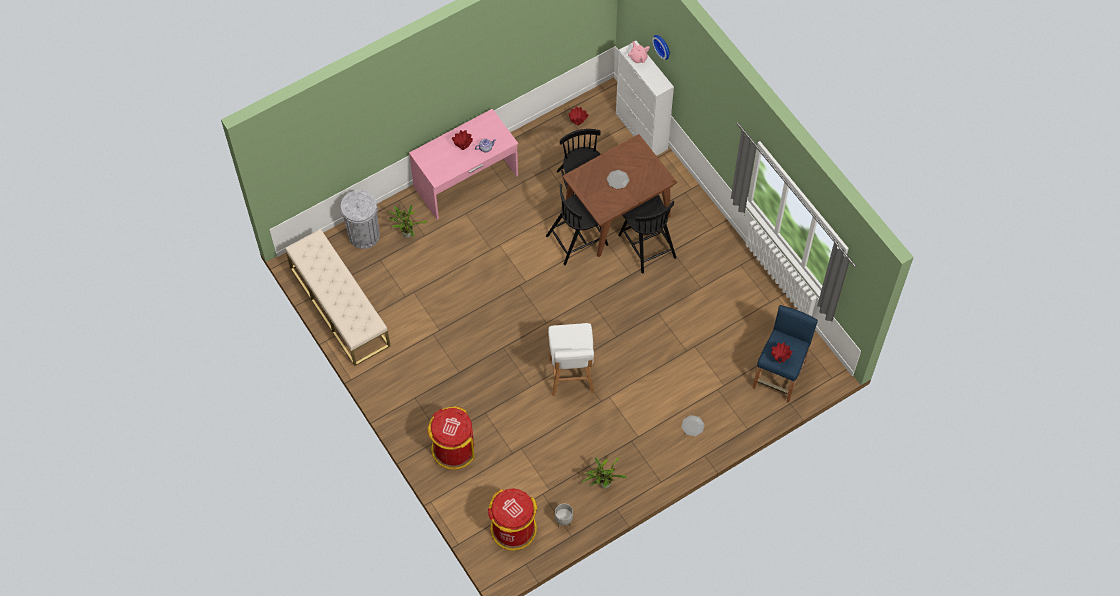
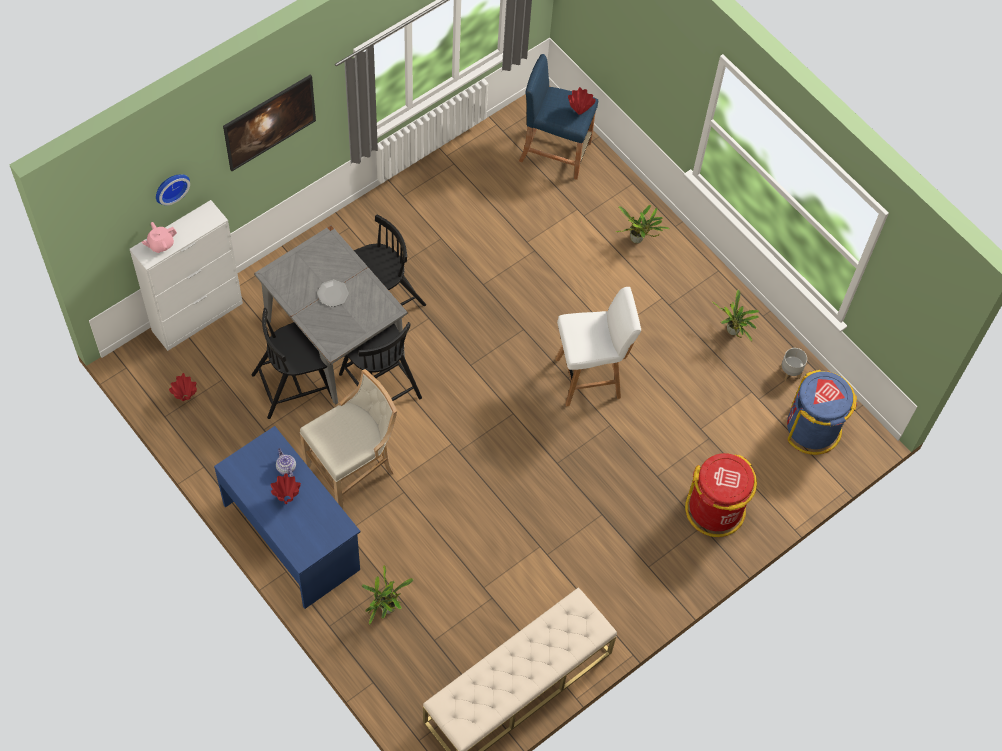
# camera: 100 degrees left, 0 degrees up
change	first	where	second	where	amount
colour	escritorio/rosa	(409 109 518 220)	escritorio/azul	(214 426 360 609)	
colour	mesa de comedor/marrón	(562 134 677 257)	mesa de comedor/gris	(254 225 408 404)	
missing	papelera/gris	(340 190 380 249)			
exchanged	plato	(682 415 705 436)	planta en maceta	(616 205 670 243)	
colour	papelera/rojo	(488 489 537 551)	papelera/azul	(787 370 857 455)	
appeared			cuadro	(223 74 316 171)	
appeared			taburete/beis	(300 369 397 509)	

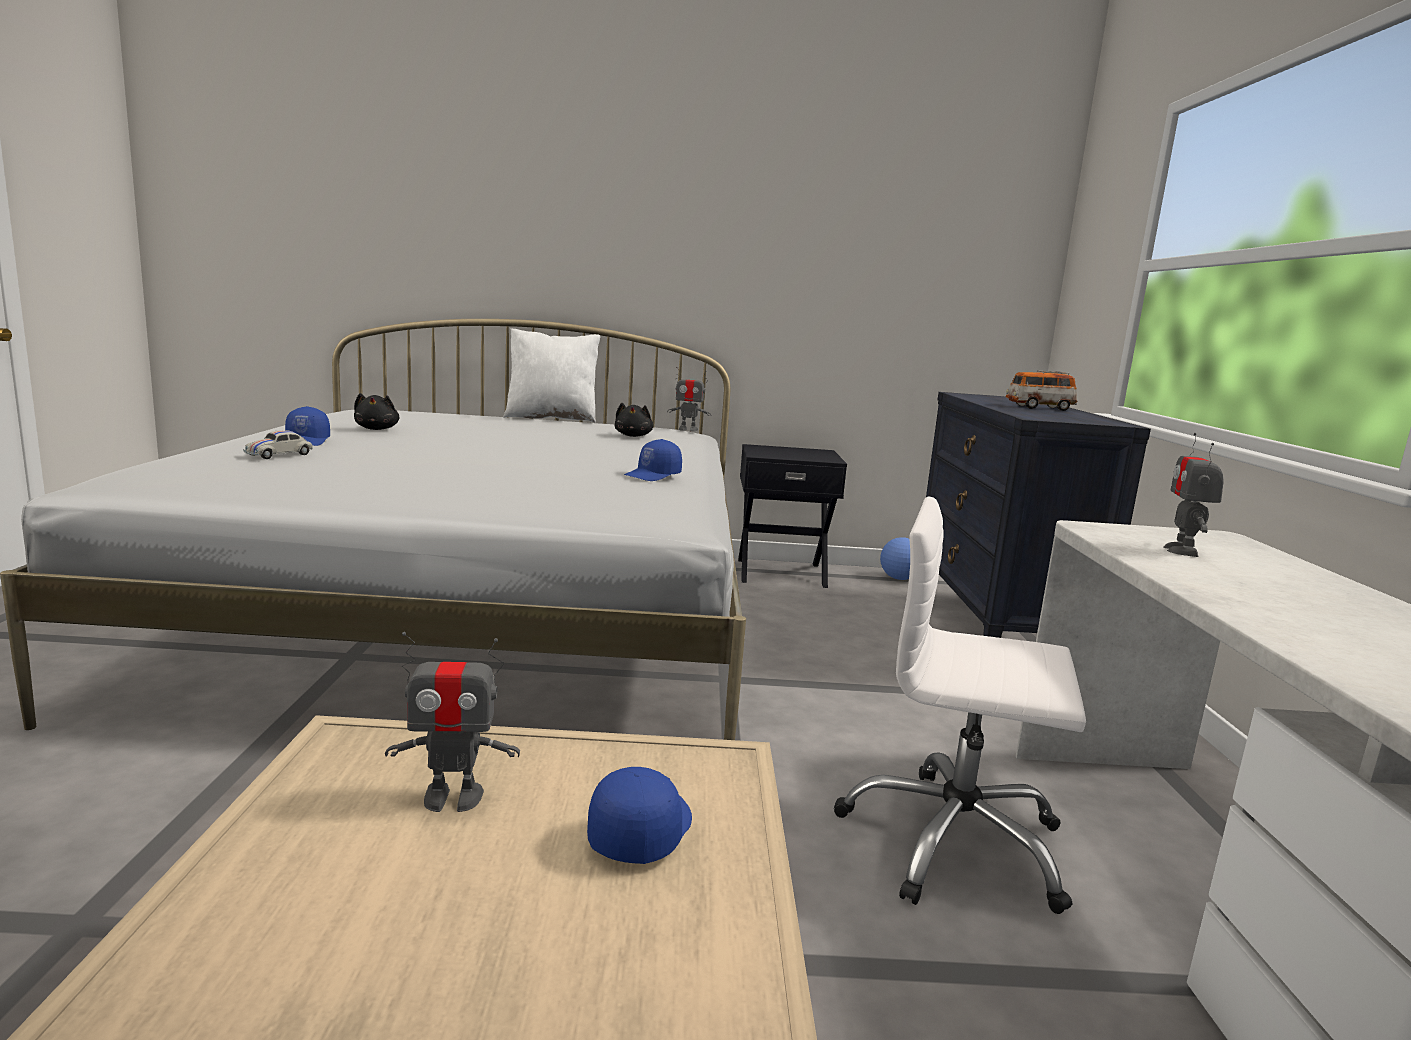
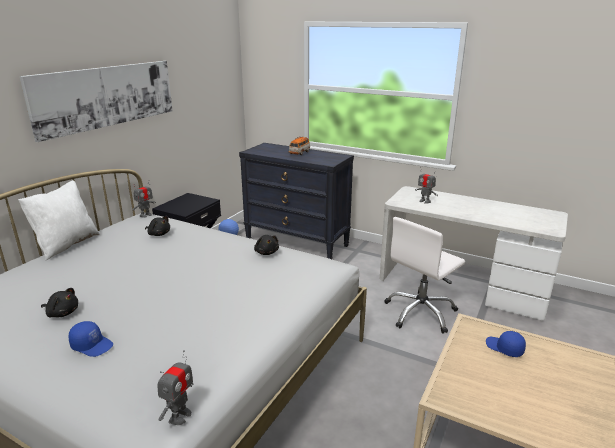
# camera: 60 degrees left, 10 degrees up
change	first	where	second	where	amount
missing	coche de juguete/blanco	(243 430 313 459)			
exchanged	gorra/azul	(624 439 682 481)	peluche/negro	(254 235 279 255)	
relocated	robot de juguete	(385 632 520 812)		(157 350 194 425)	
appeared			cuadro	(20 61 173 142)	

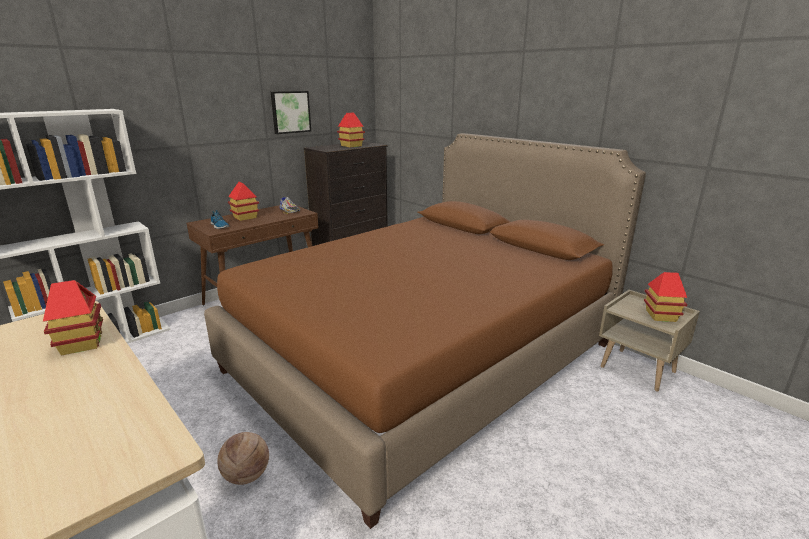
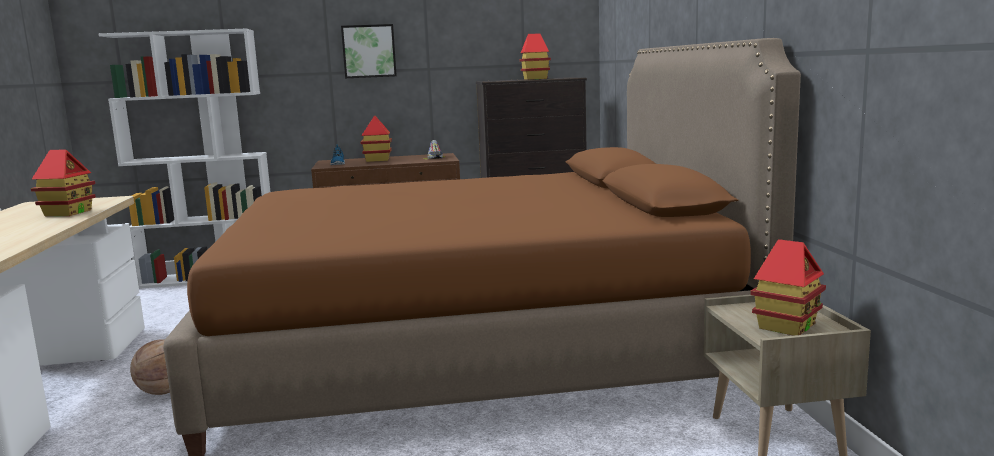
# camera: 35 degrees right, 10 degrees down
change	first	where	second	where	amount
relocated	cuadro	(271 91 311 134)		(341 24 397 78)	

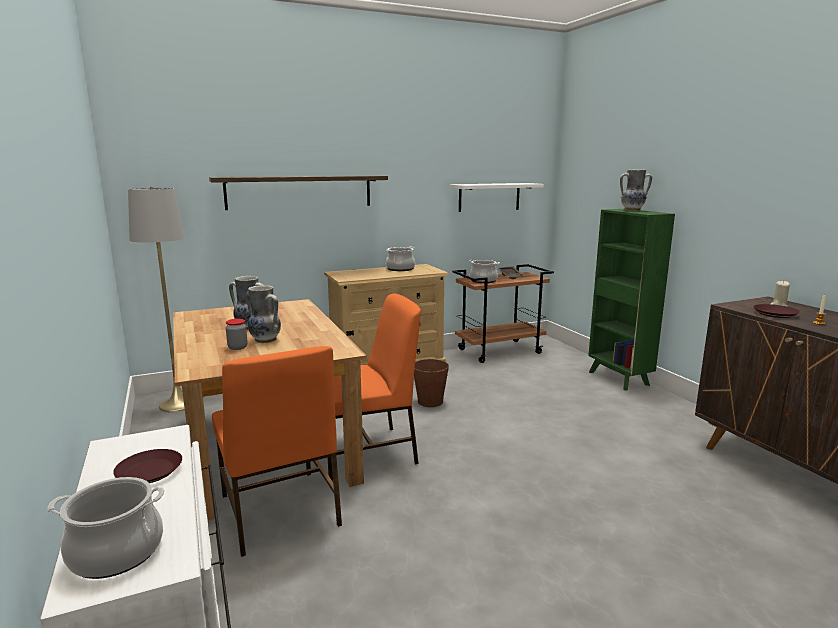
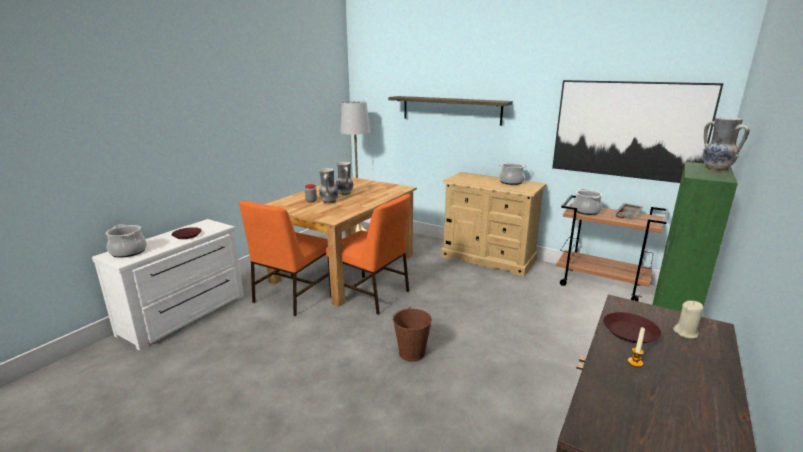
# camera: 55 degrees right, 5 degrees up
change	first	where	second	where	amount
exchanged	estante/blanco	(450 183 544 212)	cuadro	(552 80 724 183)	
relocated	cubo/marrón	(414 359 449 407)		(393 307 432 362)	

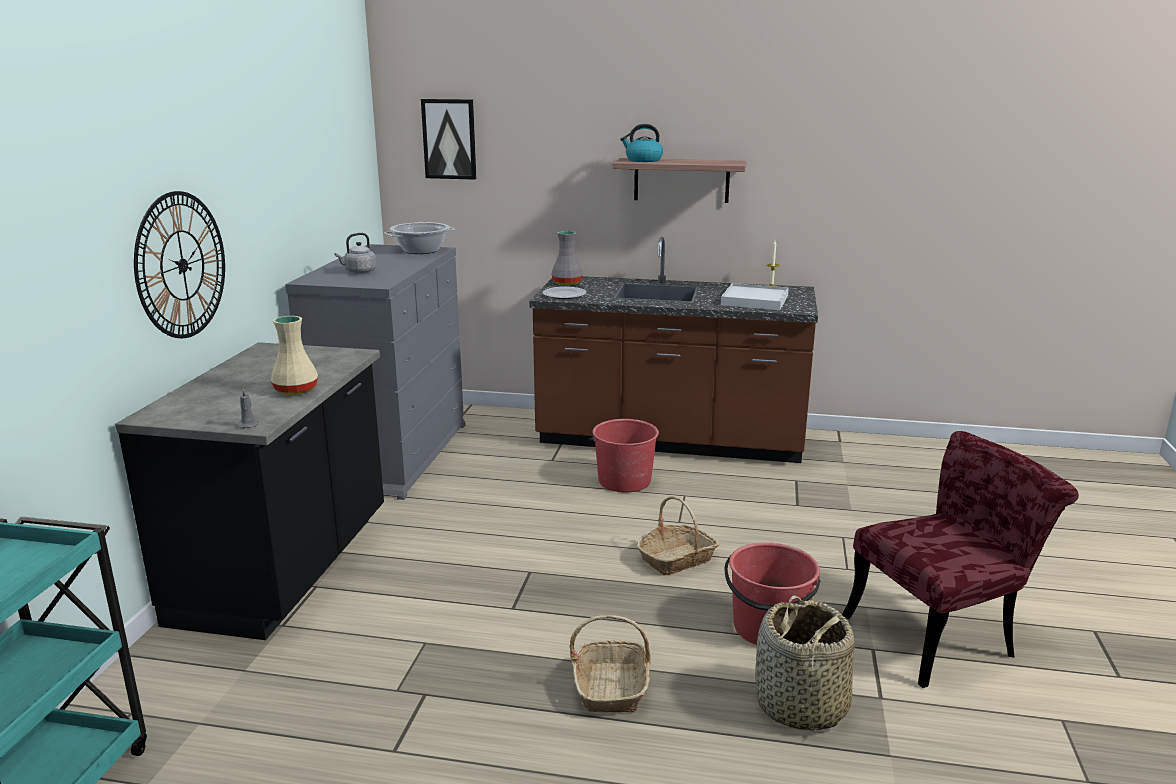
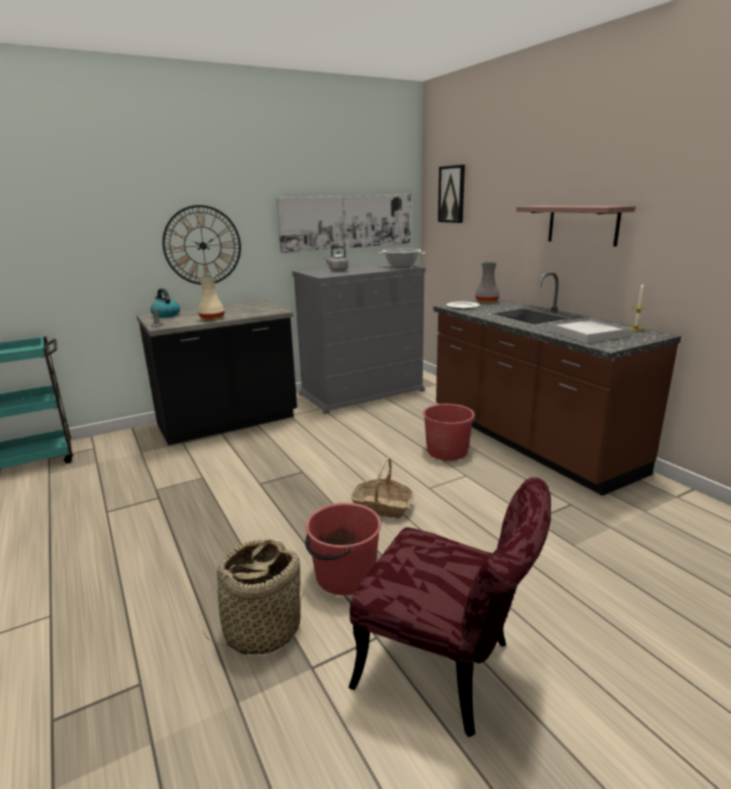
# camera: 50 degrees right, 0 degrees up
change	first	where	second	where	amount
relocated	hervidor	(620 124 663 162)		(150 288 180 318)	
missing	cesta	(569 615 651 713)			
appeared			cuadro	(276 194 411 253)	

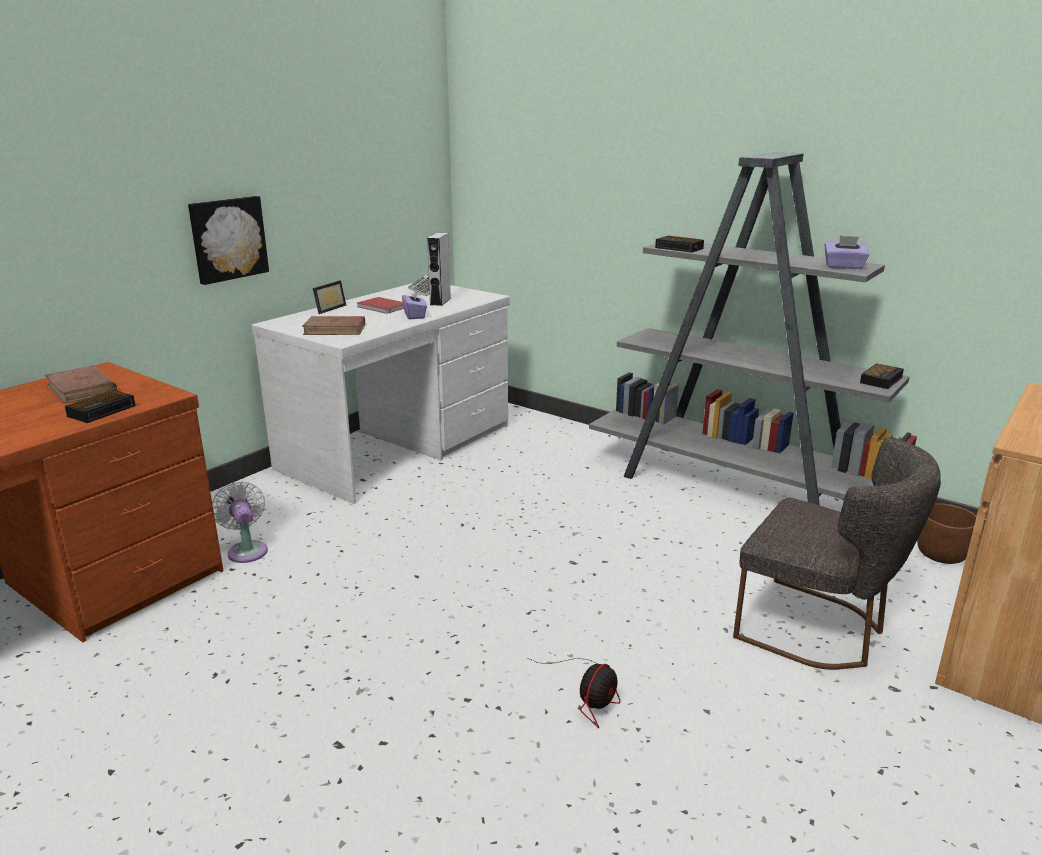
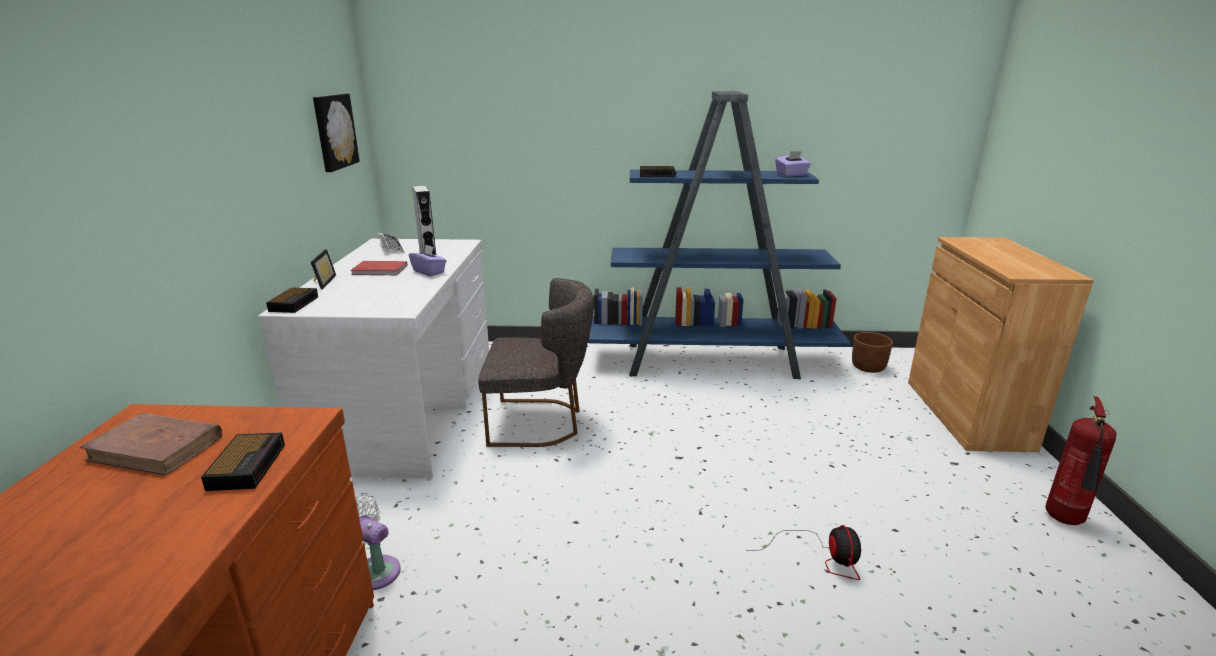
# camera: 35 degrees left, 0 degrees up
change	first	where	second	where	amount
colour	estantería/gris	(589 152 917 506)	estantería/azul	(589 91 851 379)	
relocated	cuadro	(188 196 269 285)		(313 94 360 172)	
missing	libro/marrón	(302 316 365 335)			
relocated	despertador	(860 363 904 389)		(266 288 318 313)	
relocated	silla/gris	(733 437 941 670)		(478 278 594 447)	
appeared			extintor	(1045 396 1116 525)	

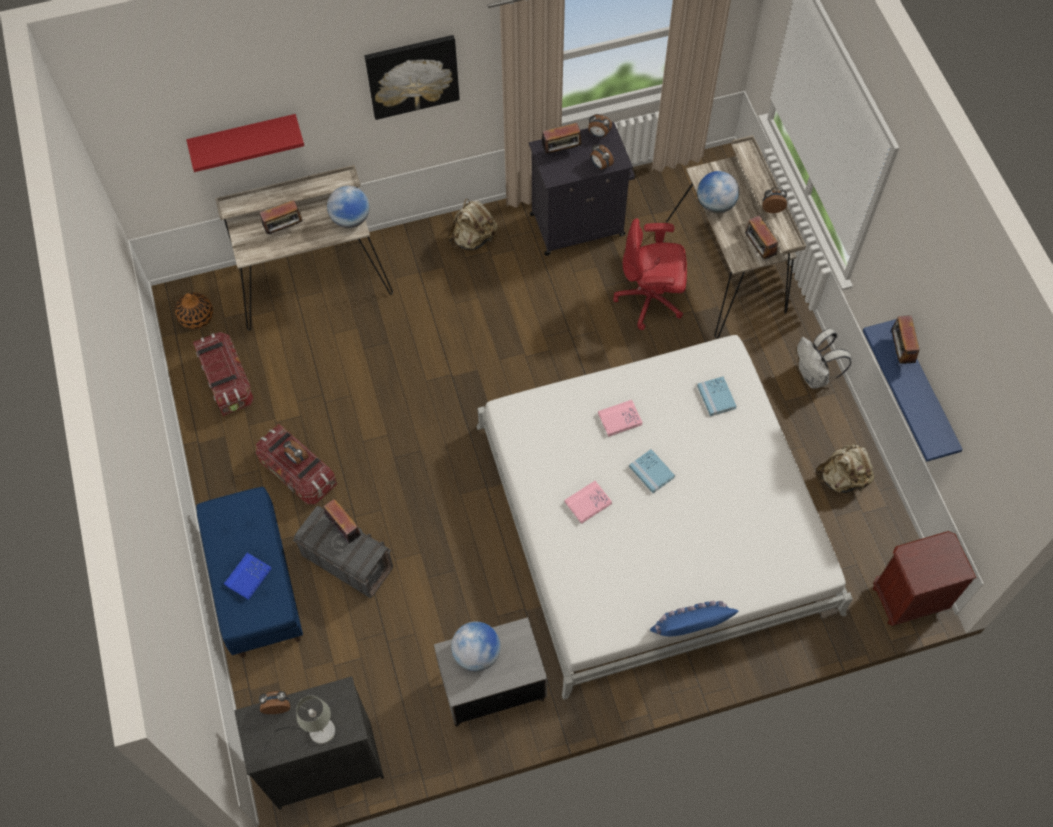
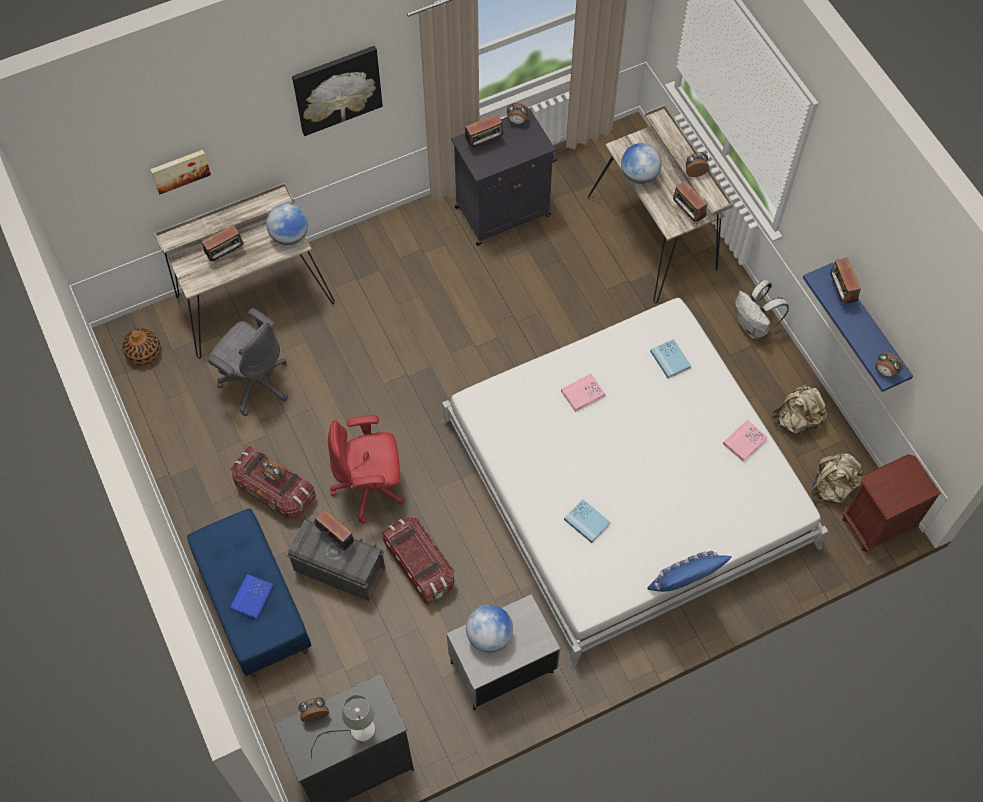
# camera: 10 degrees left, 0 degrees up
change	first	where	second	where	amount
exchanged	estante/rojo	(186 114 304 172)	cuadro	(150 150 211 194)	
relocated	despertador	(591 144 614 170)		(875 352 903 378)	
relocated	mochila/beis	(447 199 498 250)		(811 453 865 503)	
relocated	silla de oficina/rojo	(613 218 687 330)		(328 415 405 523)	
relocated	caja de almacenaje	(193 332 254 416)		(382 516 454 605)	
relocated	libro/azul	(629 449 675 493)		(564 499 610 543)	
relocated	libro/rosa	(565 481 612 524)		(723 420 768 462)	
appeared			silla de oficina/gris	(207 308 288 416)	

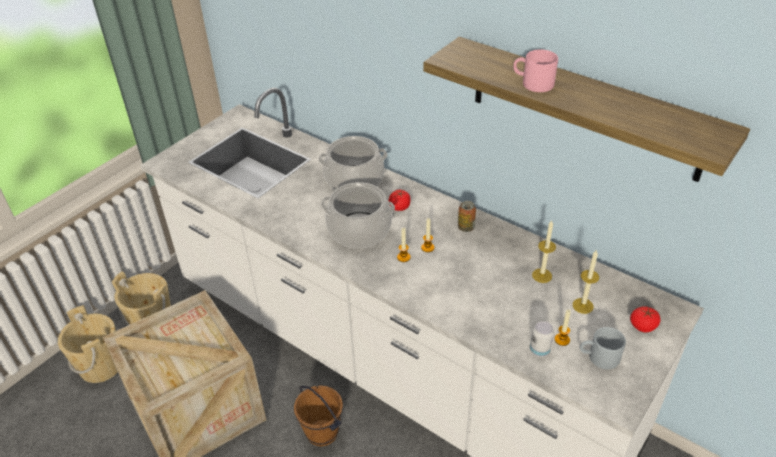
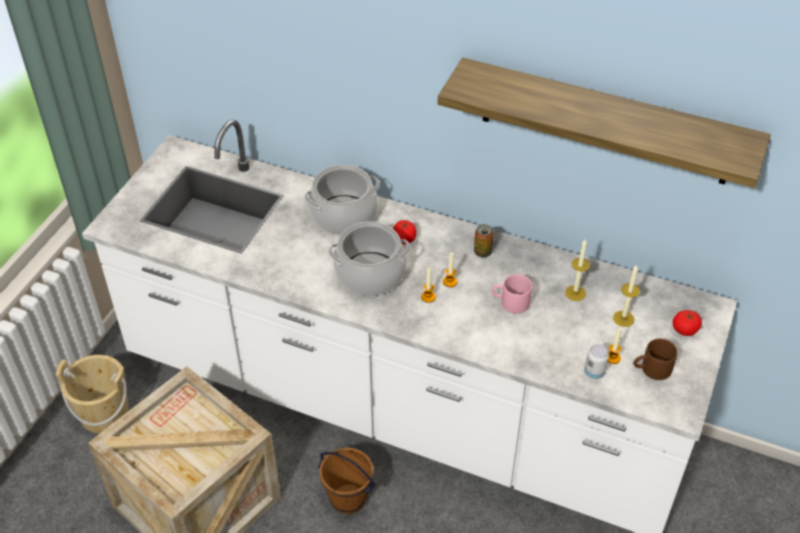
# camera: 15 degrees left, 5 degrees up
change	first	where	second	where	amount
relocated	taza grande/rosa	(513 49 558 92)		(491 274 532 314)	
missing	cubo/beis	(58 305 118 383)			
colour	taza grande/gris	(580 327 626 369)	taza grande/marrón	(633 338 678 380)	

